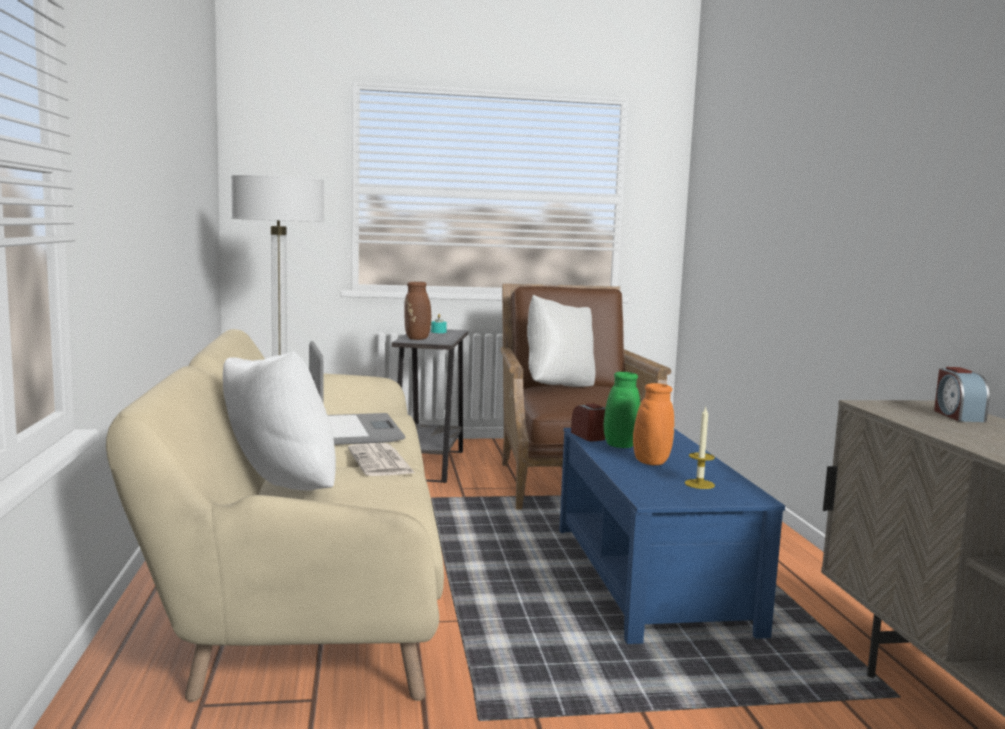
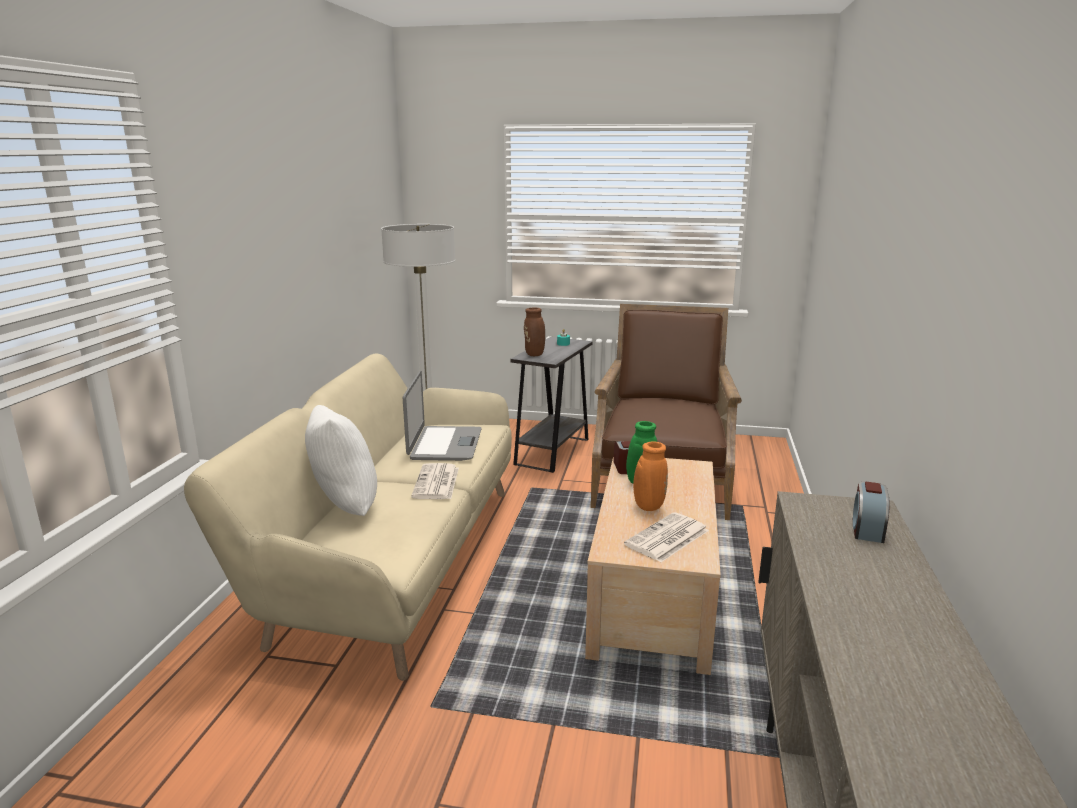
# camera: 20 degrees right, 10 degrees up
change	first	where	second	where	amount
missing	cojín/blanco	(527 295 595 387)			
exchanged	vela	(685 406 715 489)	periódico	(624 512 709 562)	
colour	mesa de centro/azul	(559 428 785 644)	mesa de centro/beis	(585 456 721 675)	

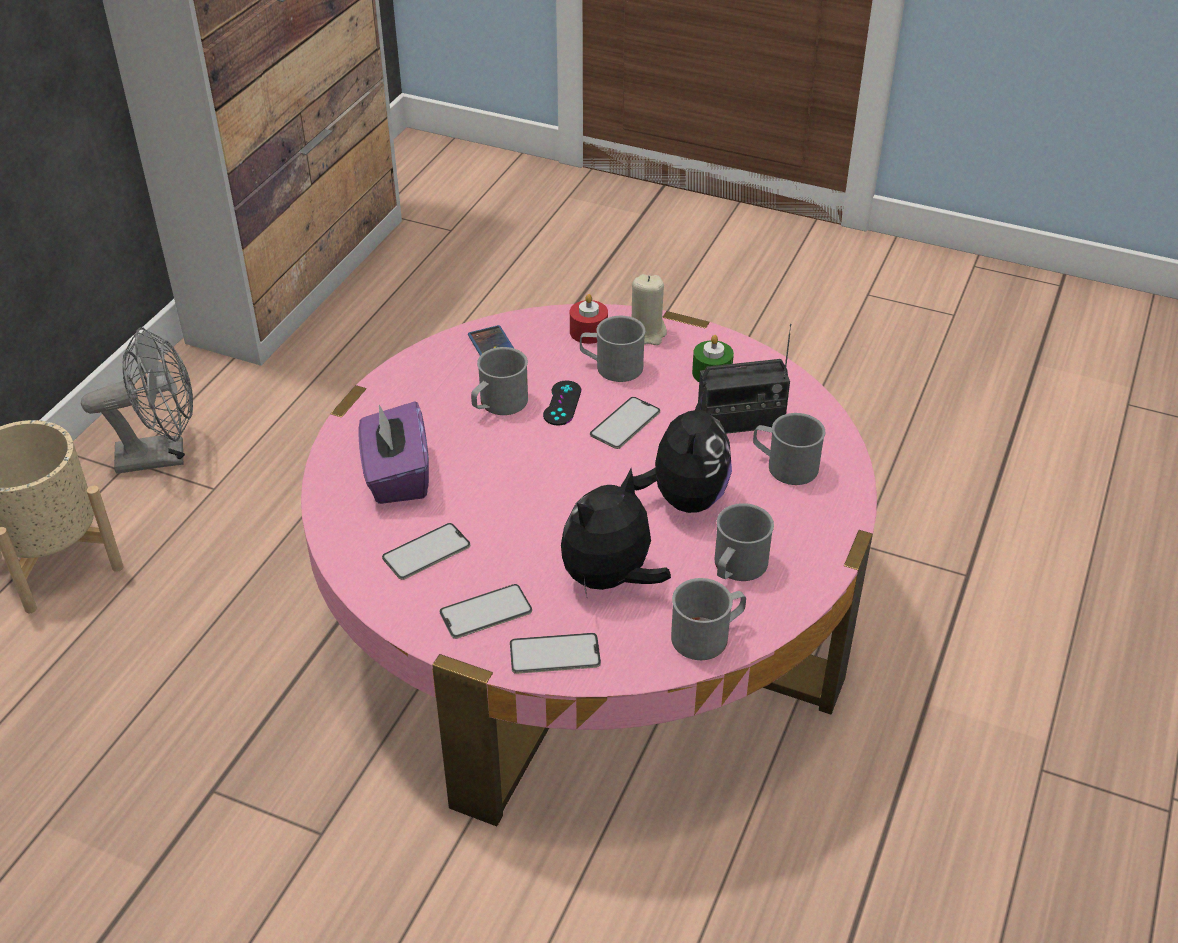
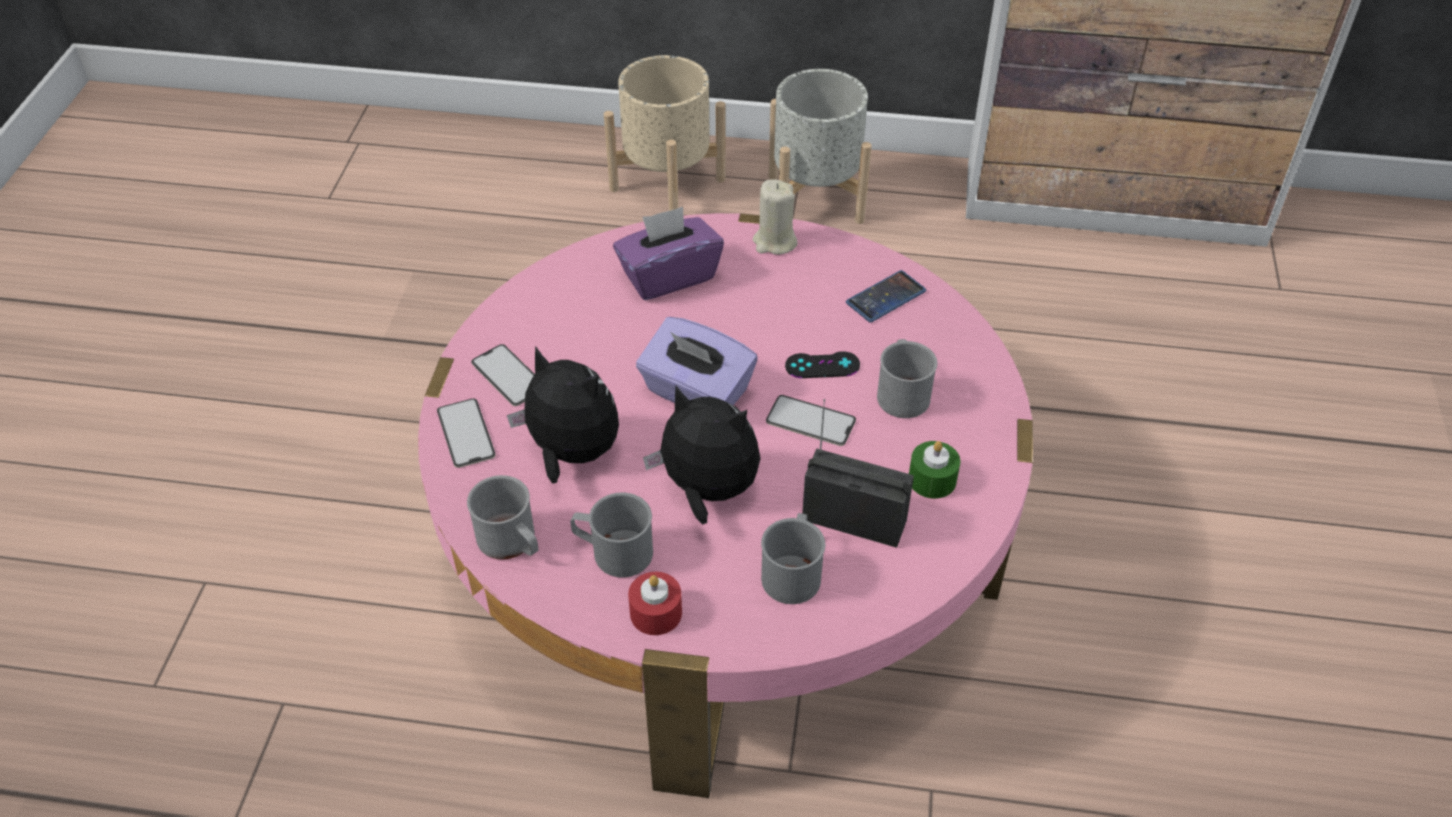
# camera: 75 degrees right, 5 degrees up
change	first	where	second	where	amount
relocated	vela/beis	(632 274 667 345)		(753 179 798 255)	
relocated	vela/rojo	(570 294 608 344)		(628 572 682 635)	
spun	radio	(698 324 791 434)		(802 399 914 548)	135 degrees clockwise
exchanged	ventilador/gris	(81 328 193 474)	maceta/gris	(769 69 872 224)	
missing	taza grande/gris	(471 347 528 415)			
spun	peluche	(633 389 732 513)		(643 386 761 524)	150 degrees counterclockwise
missing	móvil	(382 523 471 580)			
appeared			caja de pañuelos/morado	(636 317 757 405)	

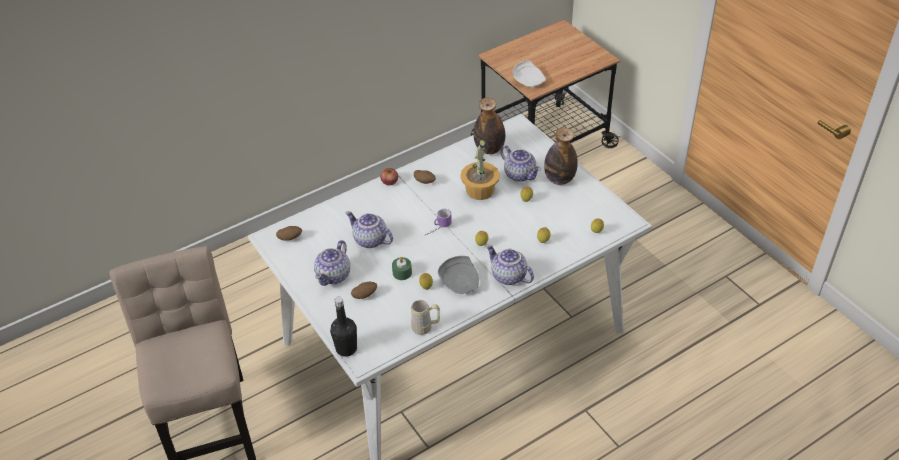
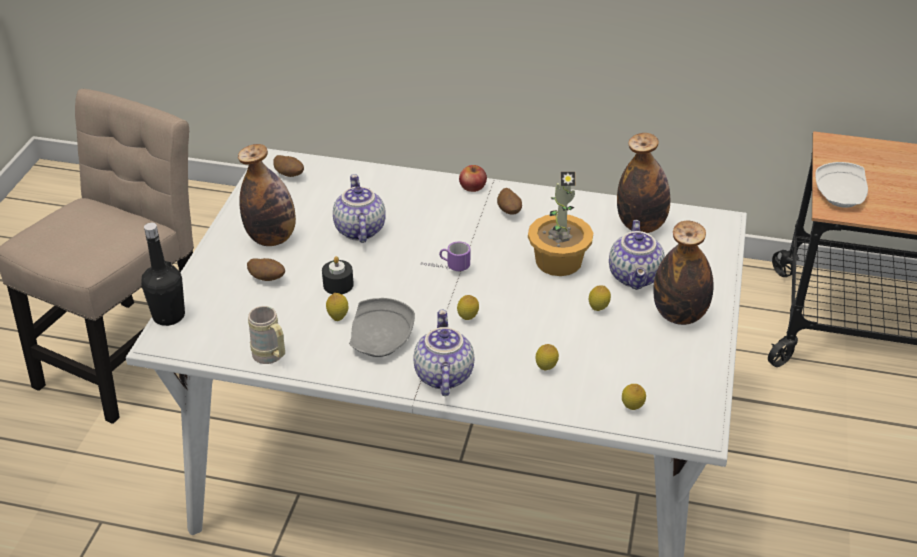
# camera: 45 degrees right, 5 degrees down
change	first	where	second	where	amount
exchanged	tetera	(314 240 350 286)	botella	(238 144 296 246)	
colour	vela/verde	(392 257 412 280)	vela/negro	(322 256 354 294)	

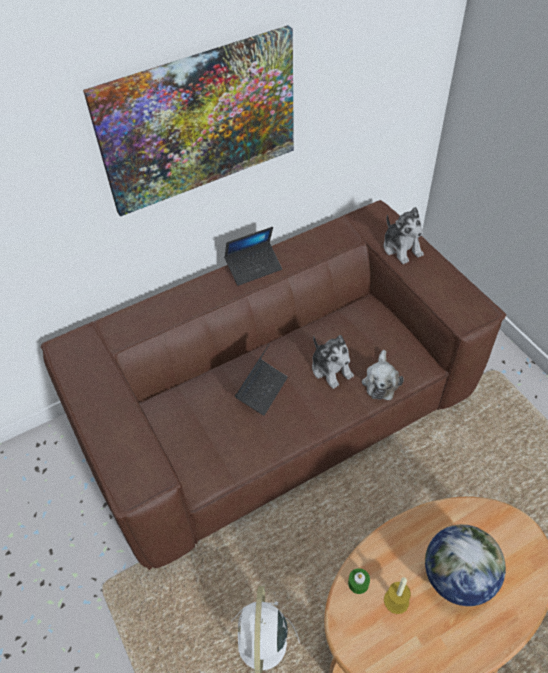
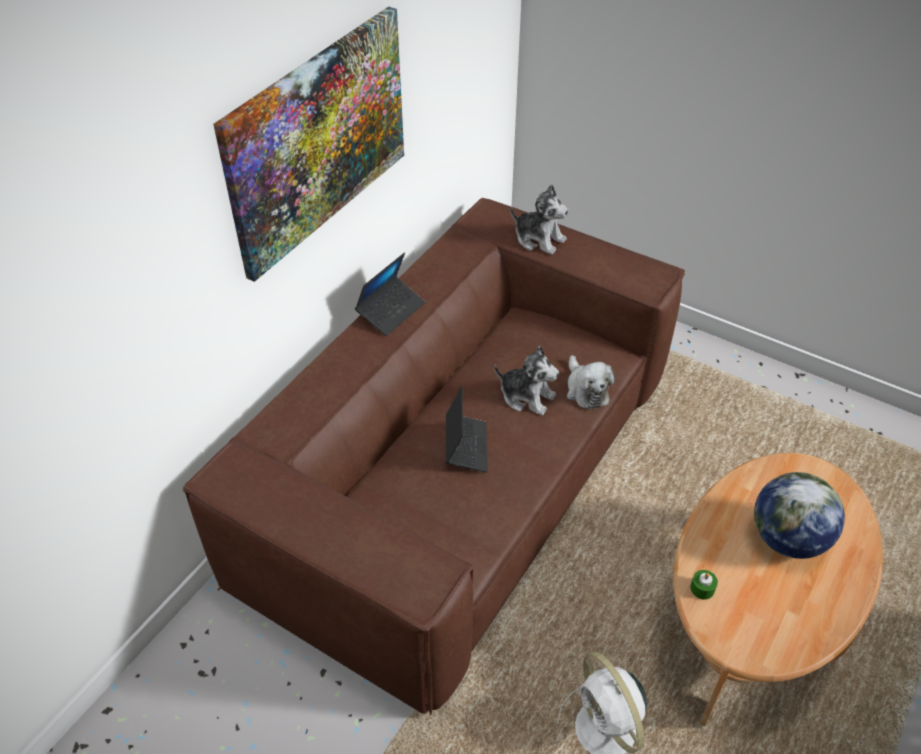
# camera: 30 degrees left, 5 degrees down
change	first	where	second	where	amount
missing	vela	(384 577 411 614)			

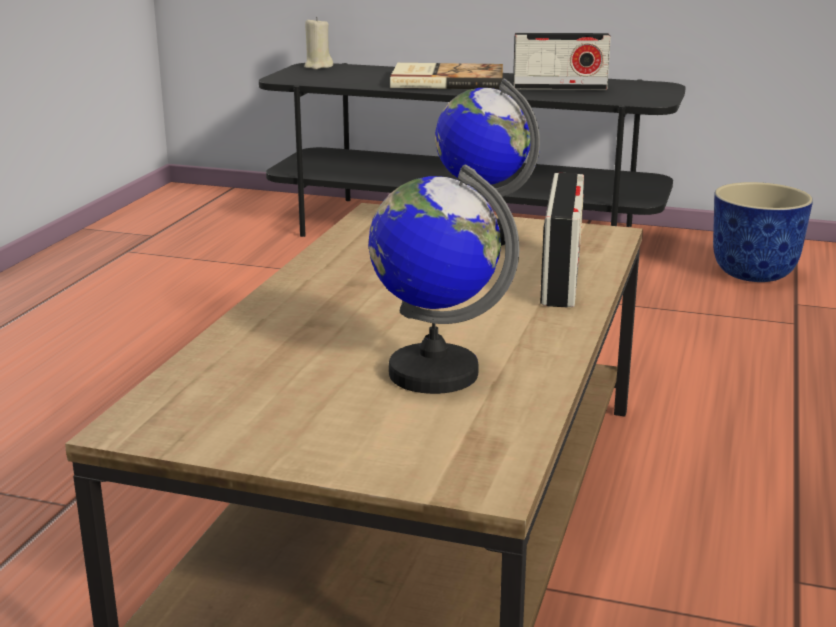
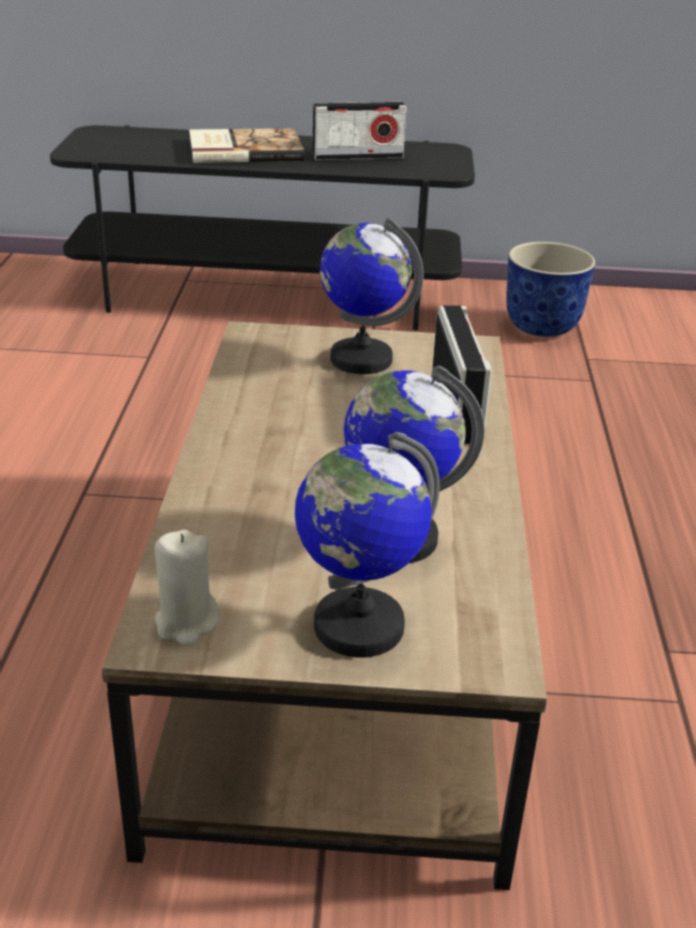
# camera: 15 degrees left, 10 degrees up
change	first	where	second	where	amount
relocated	vela/beis	(304 17 333 69)		(155 530 220 646)	
appeared			globo terráqueo	(295 432 440 658)	

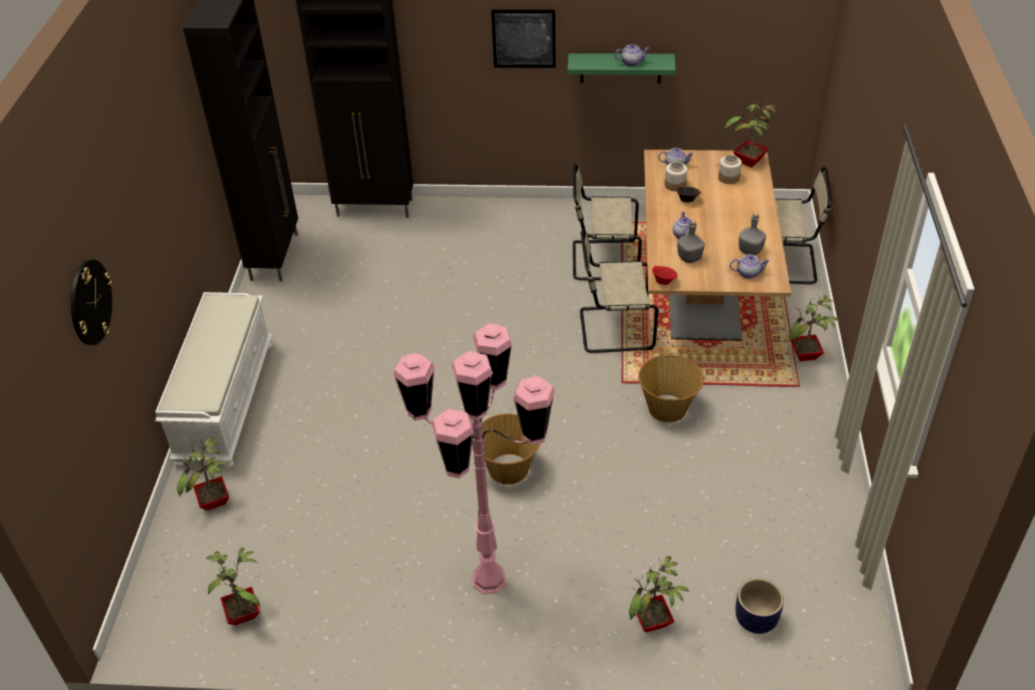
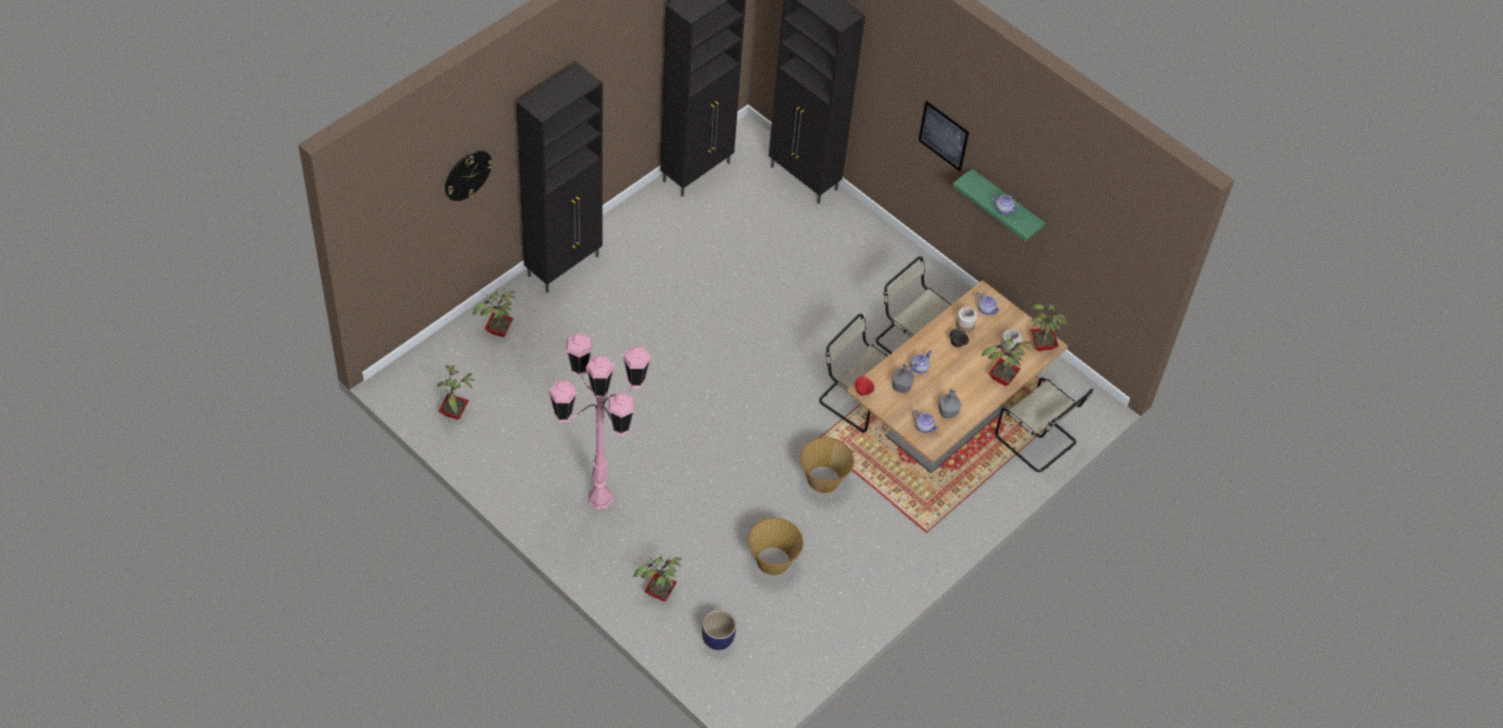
# camera: 35 degrees right, 10 degrees up
change	first	where	second	where	amount
exchanged	banco/blanco	(155 292 272 468)	armario/negro	(517 63 603 293)	
relocated	planta en maceta	(789 295 840 361)		(981 334 1031 386)	
relocated	cesta	(481 414 541 485)		(748 518 803 575)	

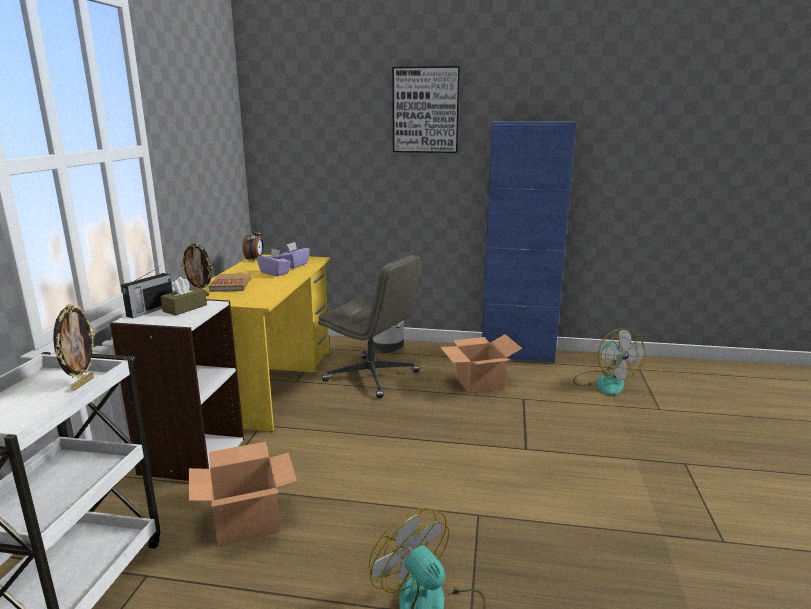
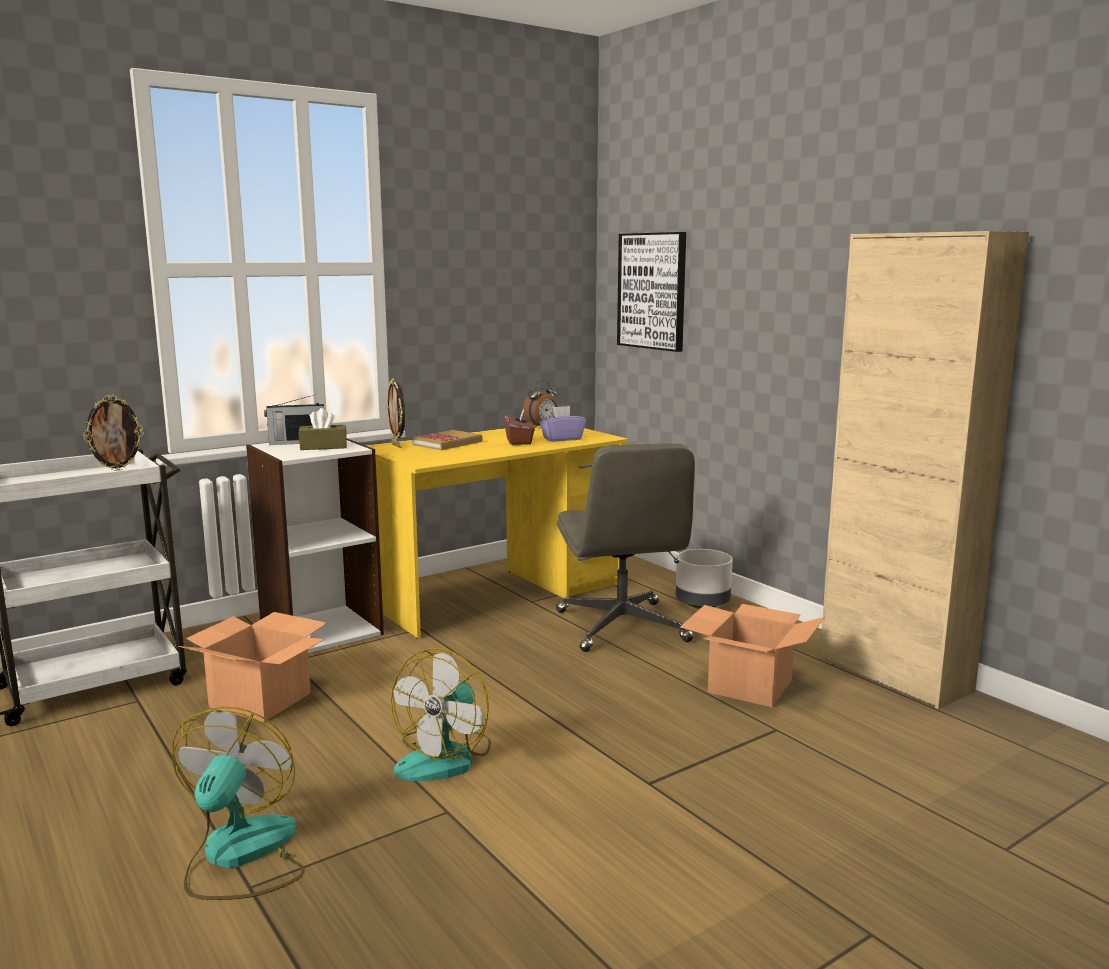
# camera: 45 degrees right, 5 degrees down
change	first	where	second	where	amount
relocated	cuadro	(392 66 460 153)		(617 232 686 352)	
colour	armario/azul	(482 121 576 363)	armario/beis	(820 231 1029 709)	
colour	caja de pañuelos/morado	(257 249 291 276)	caja de pañuelos/marrón	(504 409 535 445)	
relocated	ventilador	(573 328 645 396)		(391 648 491 781)	

